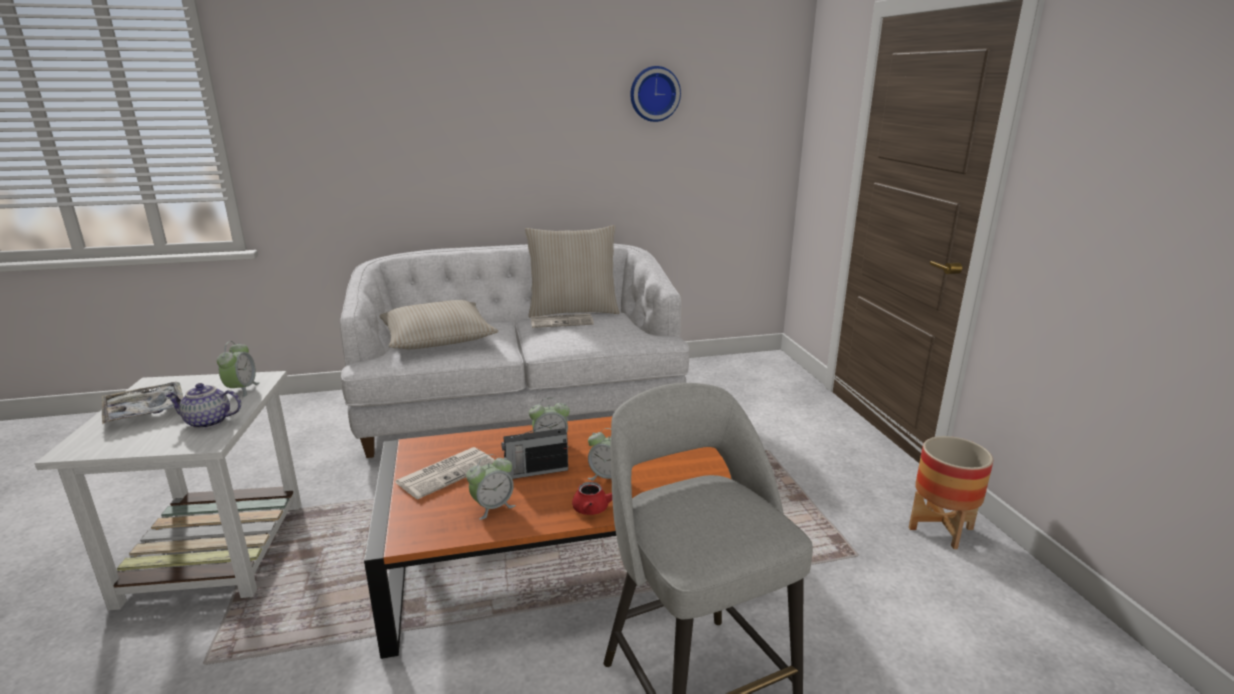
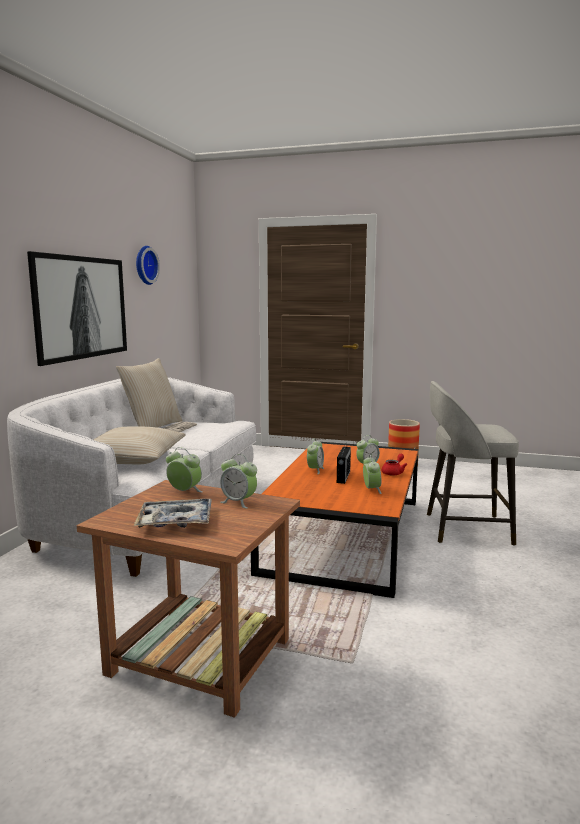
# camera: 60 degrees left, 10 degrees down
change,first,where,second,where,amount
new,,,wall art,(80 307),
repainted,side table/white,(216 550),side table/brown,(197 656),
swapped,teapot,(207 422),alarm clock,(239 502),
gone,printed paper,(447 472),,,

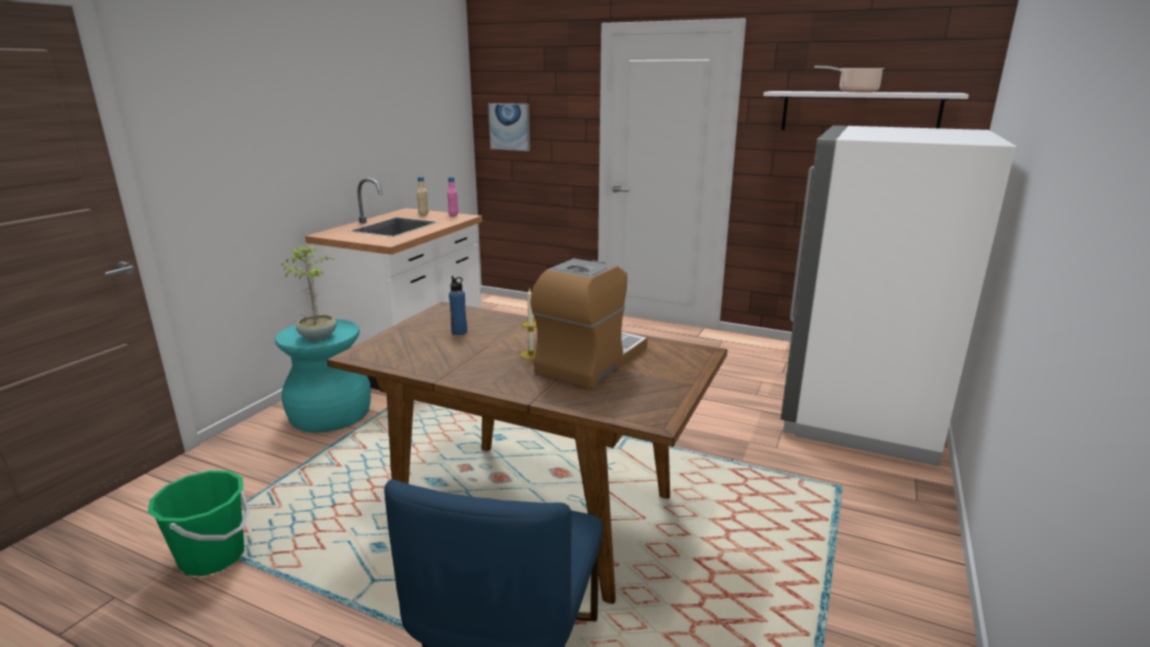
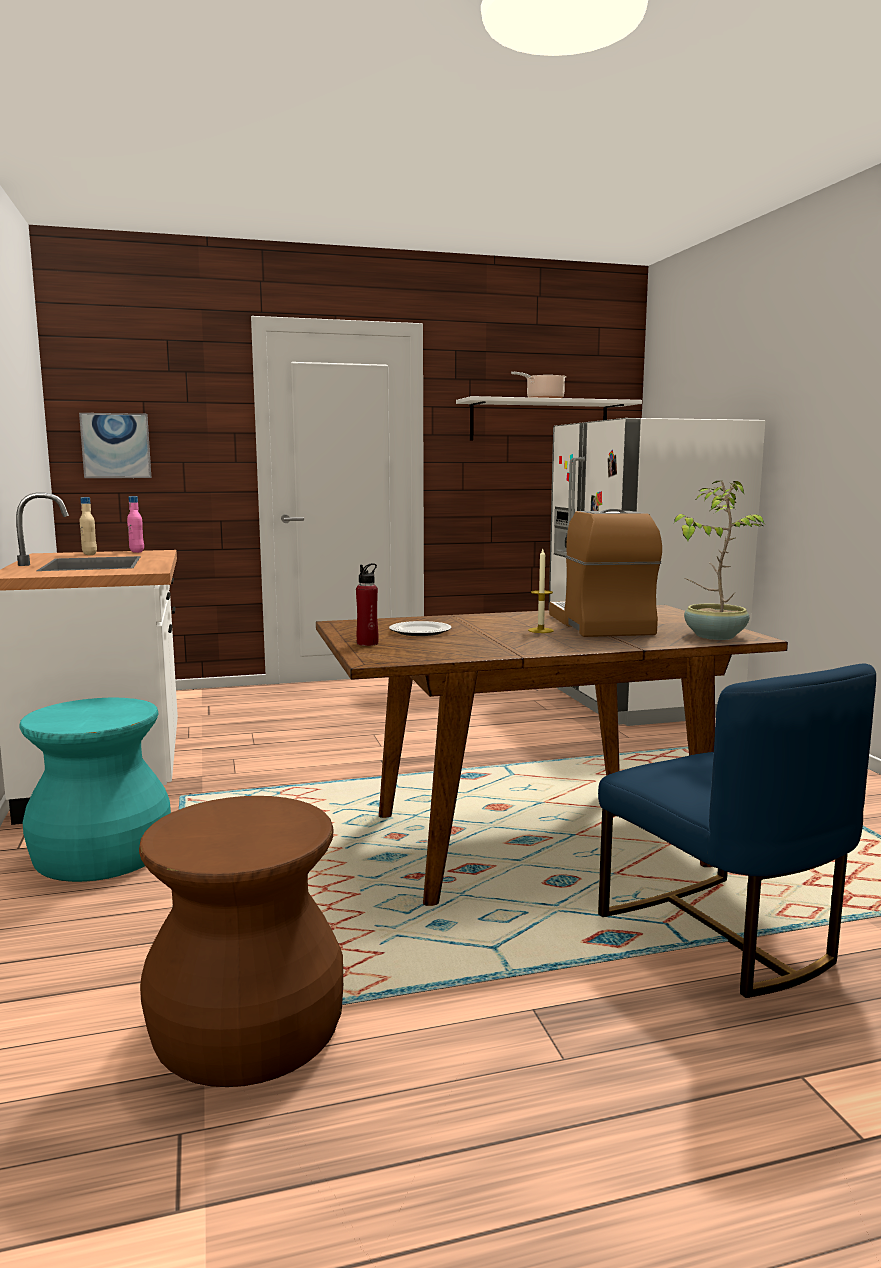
# camera: 40 degrees left, 10 degrees down
change,first,where,second,where,amount
swapped,bucket/greenish,(213 556),stool seat/brown,(244 1028),
new,,,beverage bottle/reddish,(367 643),
swapped,beverage bottle/blue-coloured,(459 332),dinner plate,(420 632),
shifted,houseplant,(318 336),,(713 636),

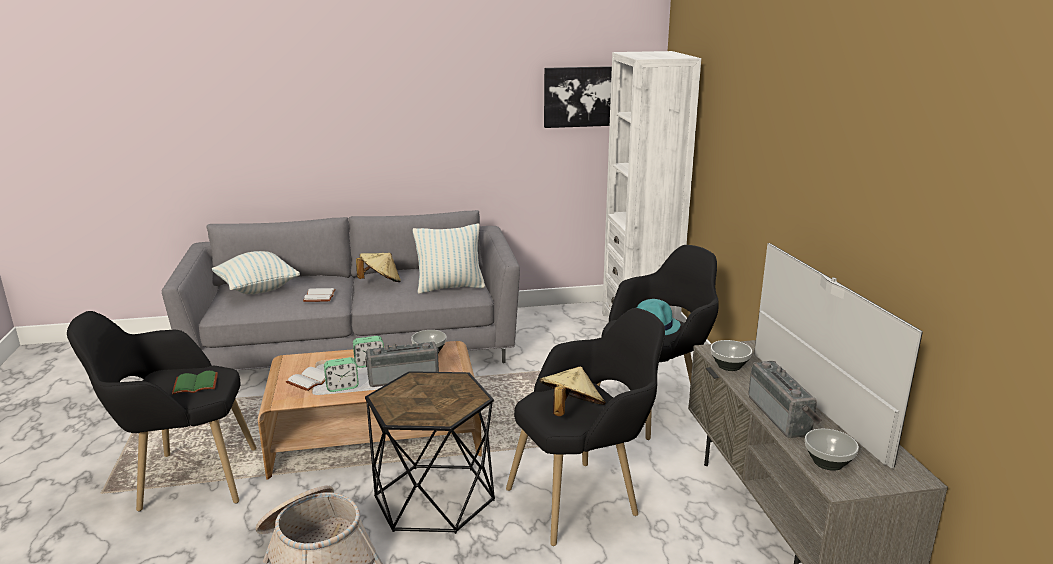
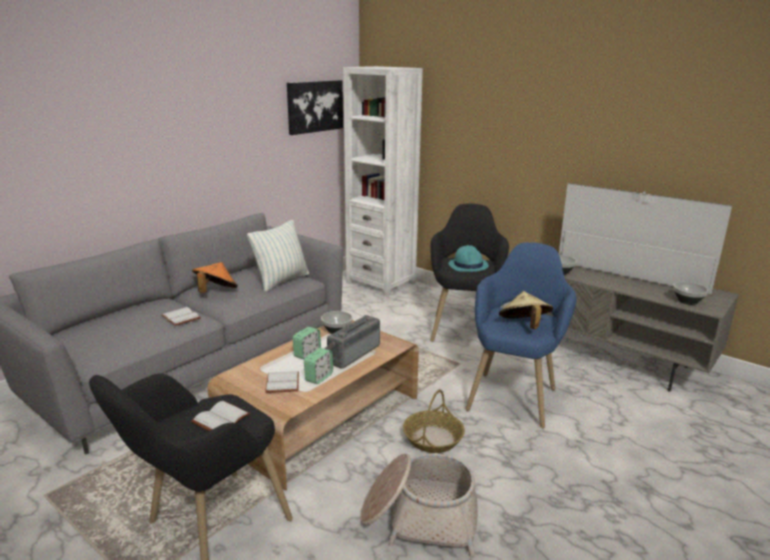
# camera: 40 degrees left, 0 degrees up
change,first,where,second,where,amount
repainted,bound book/greenish,(196 384),bound book/white,(221 418),
repainted,hat/sand-coloured,(380 282),hat/orange-coloured,(216 292),
swapped,side table/blackish,(434 499),basket,(433 438),
repainted,armchair/blackish,(586 497),armchair/blue-coloured,(514 393),
gone,pillow,(257 289),,,
gone,radio set,(782 415),,,

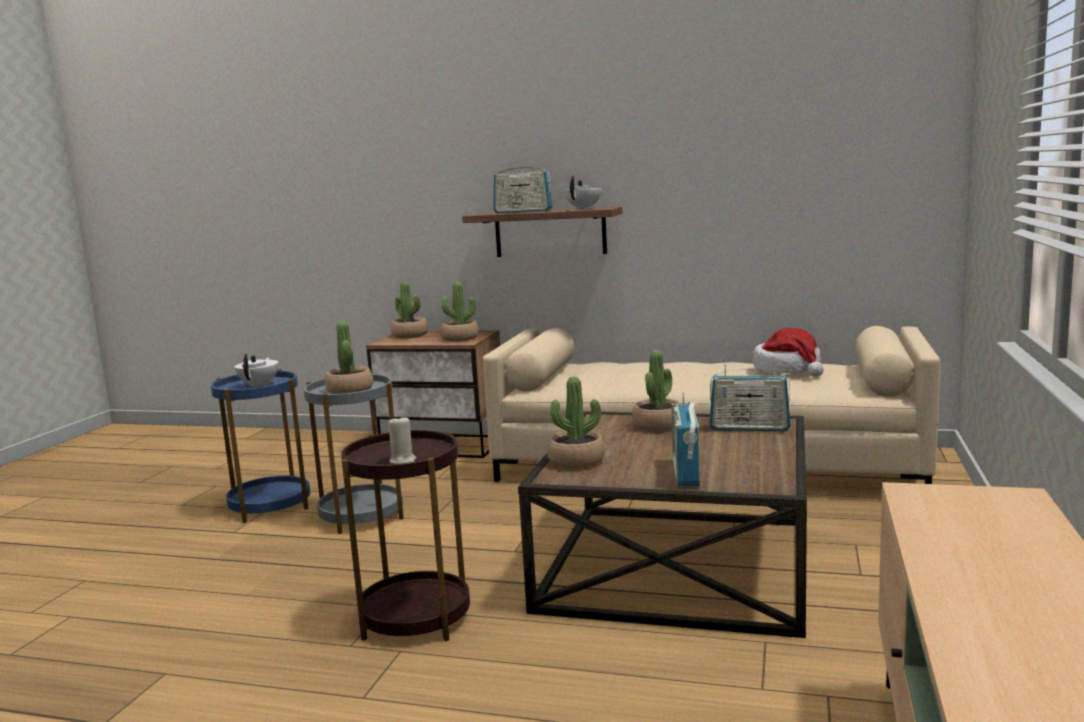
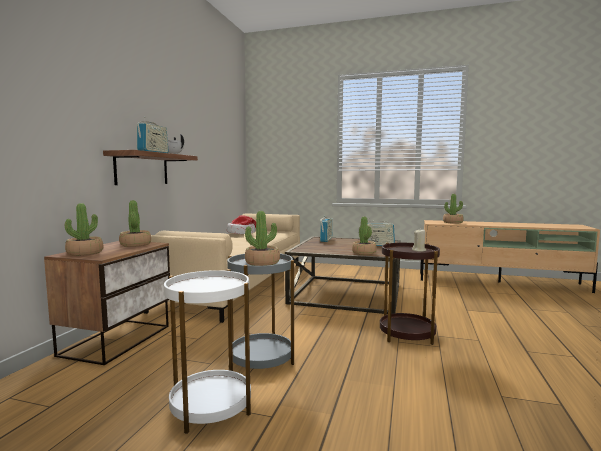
# camera: 90 degrees left, 5 degrees down
change,first,where,second,where,amount
repainted,side table/blue-coloured,(270 506),side table/white,(211 406),
shifted,houseplant,(658 425),,(453 222),
gone,teapot/white,(260 385),,,

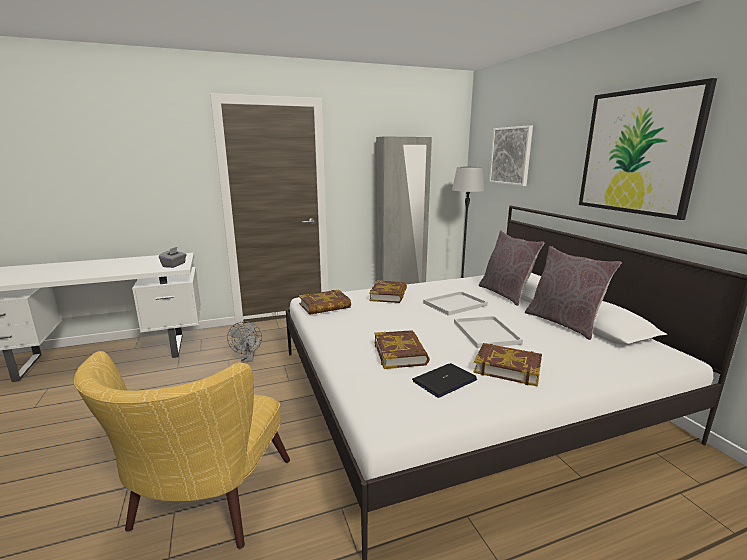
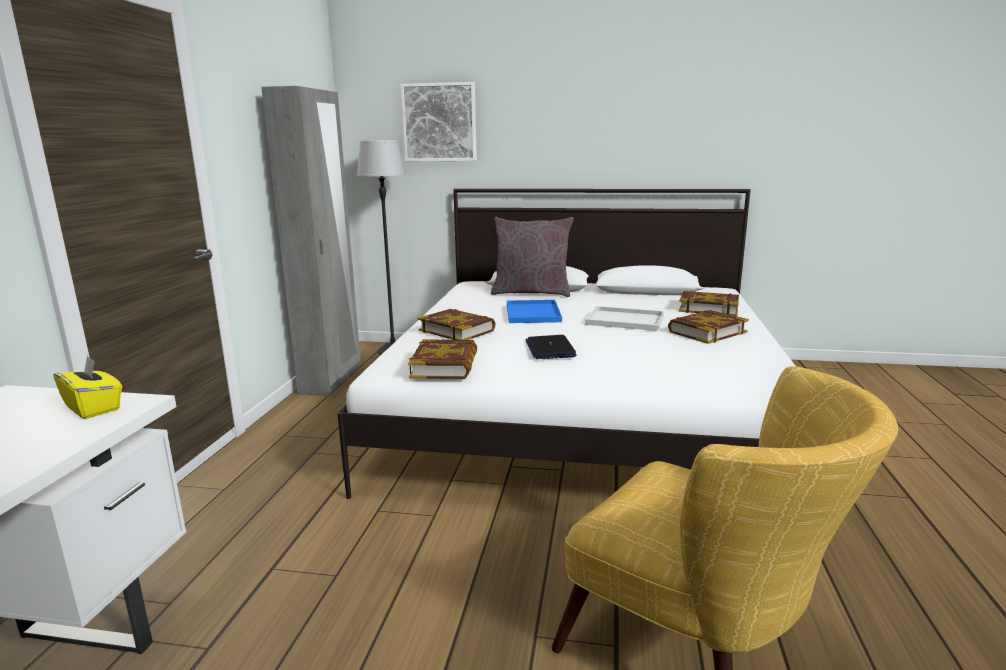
# camera: 60 degrees left, 0 degrees up
change,first,where,second,where,amount
repainted,box of tissues/gray,(174 265),box of tissues/yellow,(94 407),
repainted,carrying tray/white,(455 304),carrying tray/blue-coloured,(532 313),
shifted,notebook computer,(444 381),,(550 348),
shifted,bound book,(400 353),,(708 308),
gone,cooling fan/gray,(247 359),,,
gone,pillow/gray,(563 323),,,
gone,wall art,(638 152),,,

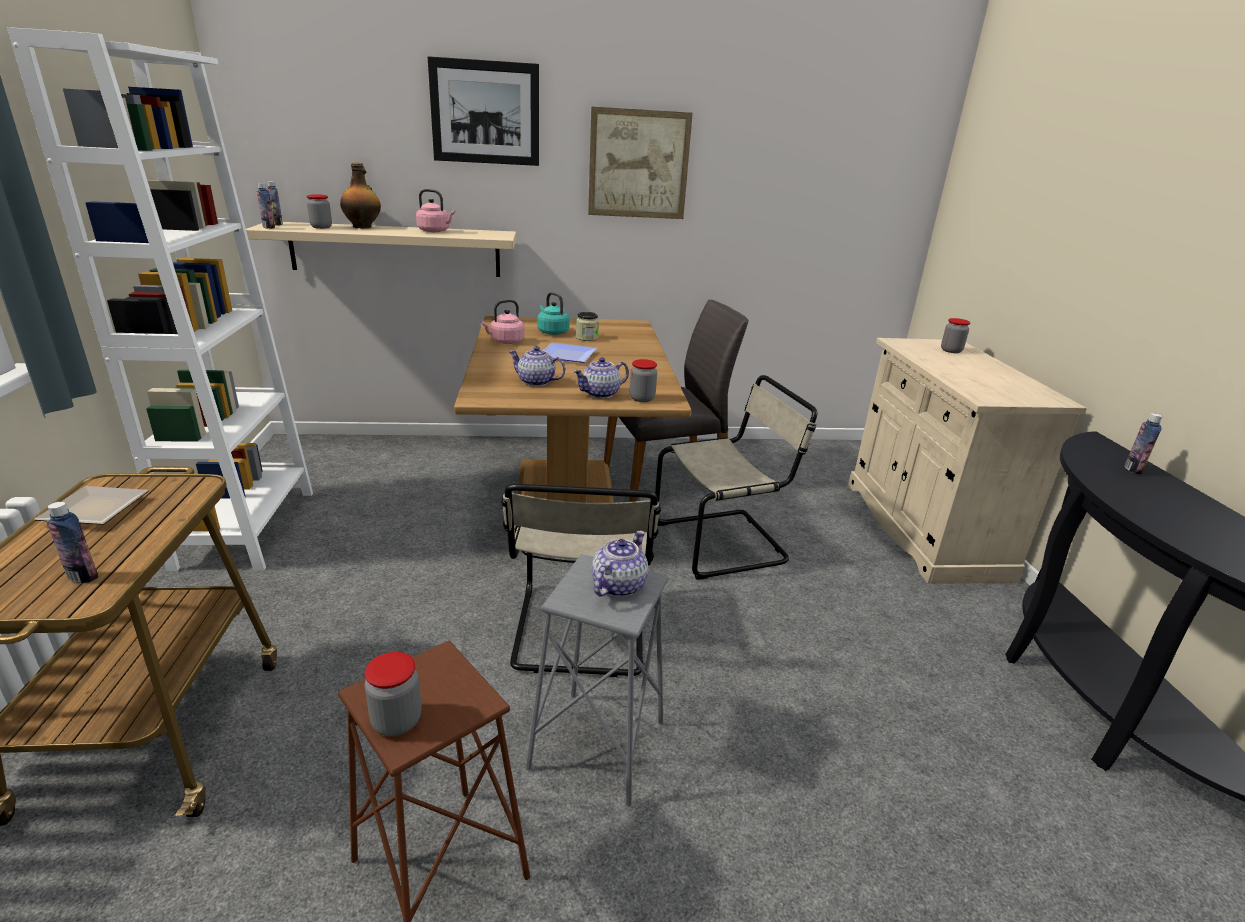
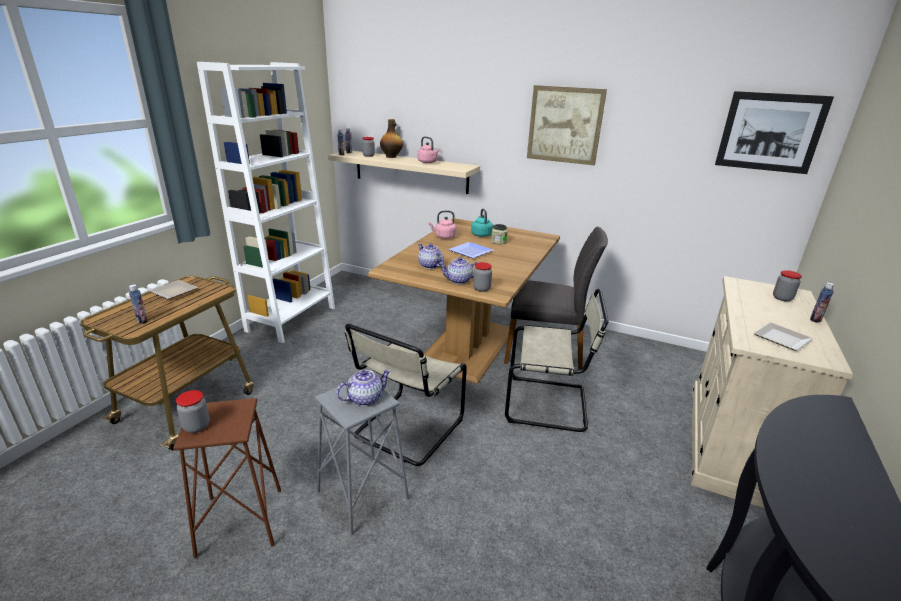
# camera: 30 degrees right, 0 degrees up
change,first,where,second,where,amount
shifted,wall art,(485 113),,(770 132),
new,,,dinner plate,(782 340),
shifted,beverage bottle,(1133 469),,(815 319),

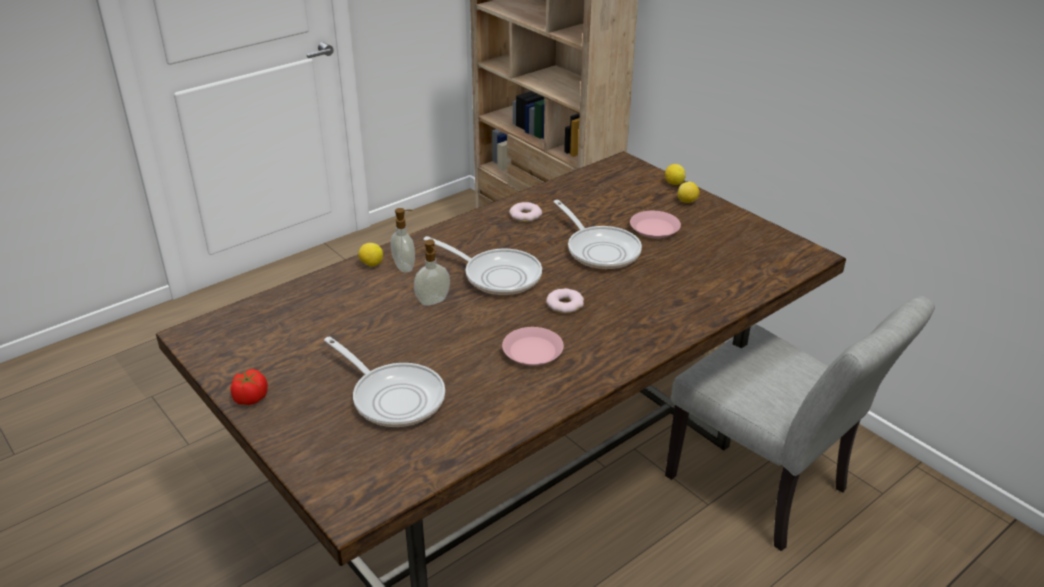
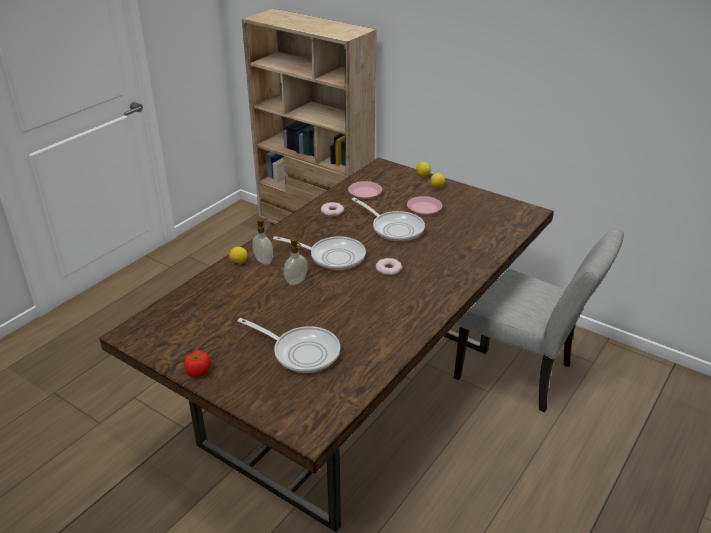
# camera: 15 degrees left, 0 degrees up
change,first,where,second,where,amount
shifted,dinner plate/pink,(533 351),,(365 193),

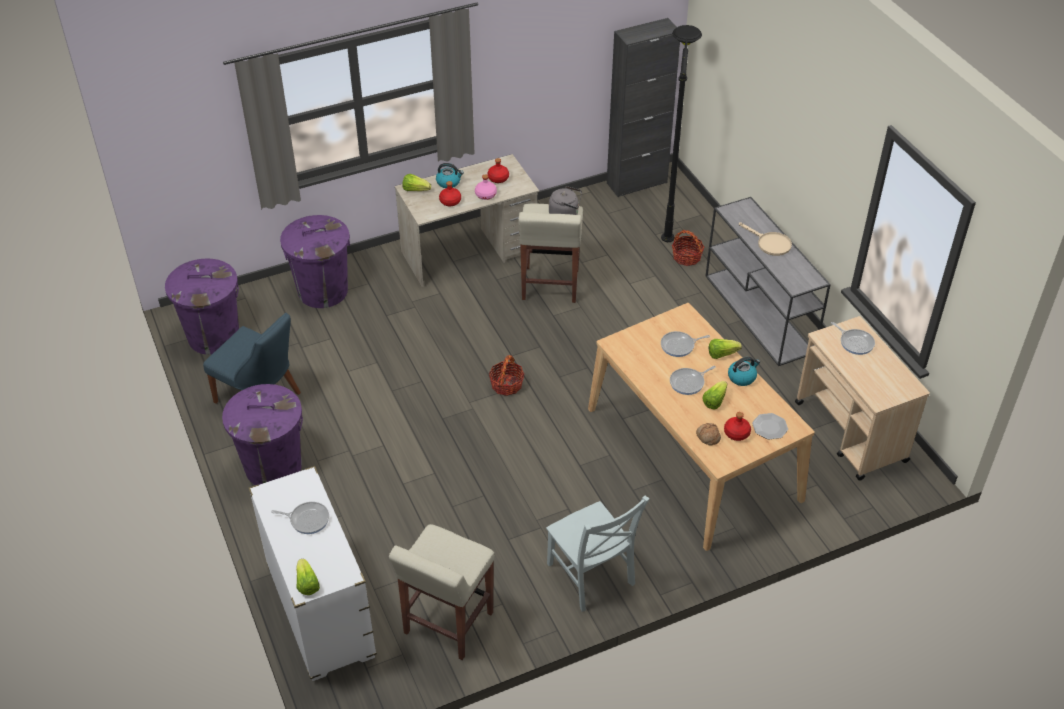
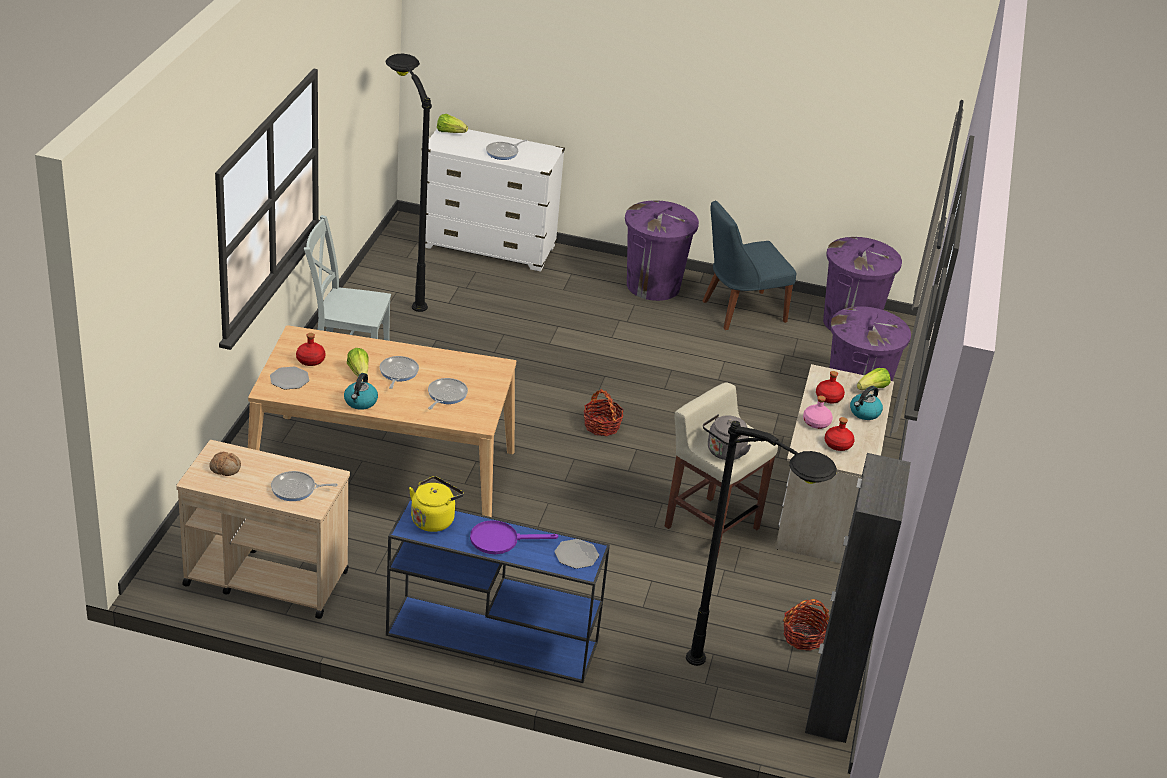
# camera: 125 degrees right, 10 degrees down
change,first,where,second,where,amount
shifted,bakery bread,(707 437),,(225 468),
swapped,stool seat/sand-coloured,(447 624),standing lamp/blackish,(403 282),
repainted,console table/gray,(760 314),console table/blue-coloured,(490 638),
new,,,kettle/yellow,(434 519),
repainted,pan/sand-coloured,(770 243),pan/purplish,(501 540),
new,,,dinner plate,(576 555),
shifted,basket,(686 257),,(803 637),
gone,head of lettuce,(722 354),,,

